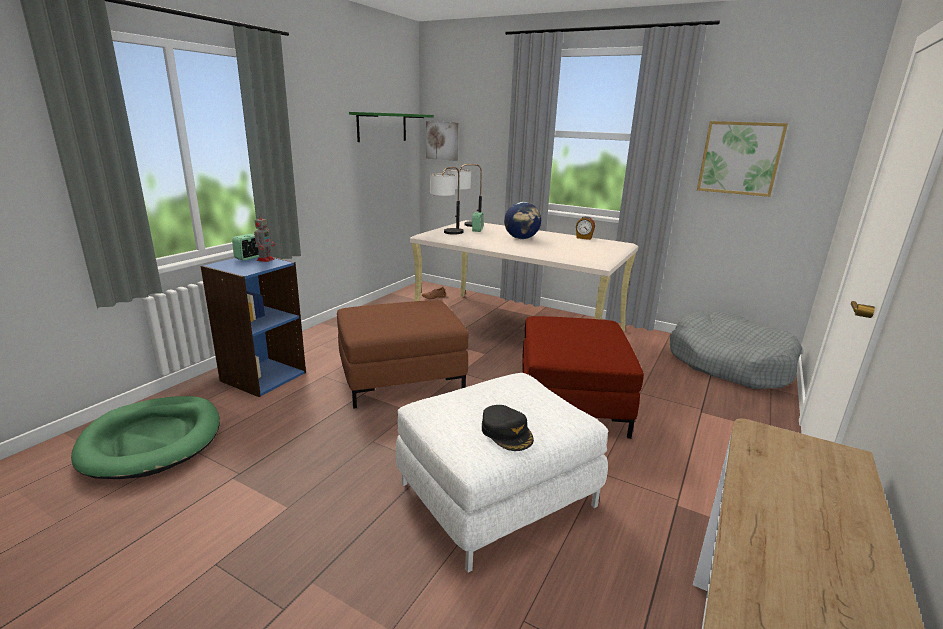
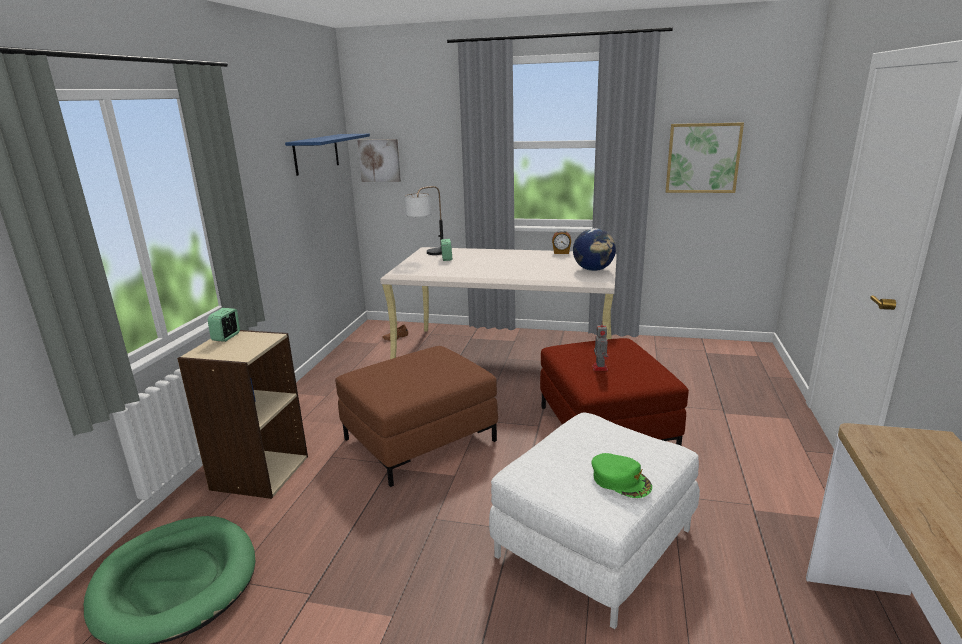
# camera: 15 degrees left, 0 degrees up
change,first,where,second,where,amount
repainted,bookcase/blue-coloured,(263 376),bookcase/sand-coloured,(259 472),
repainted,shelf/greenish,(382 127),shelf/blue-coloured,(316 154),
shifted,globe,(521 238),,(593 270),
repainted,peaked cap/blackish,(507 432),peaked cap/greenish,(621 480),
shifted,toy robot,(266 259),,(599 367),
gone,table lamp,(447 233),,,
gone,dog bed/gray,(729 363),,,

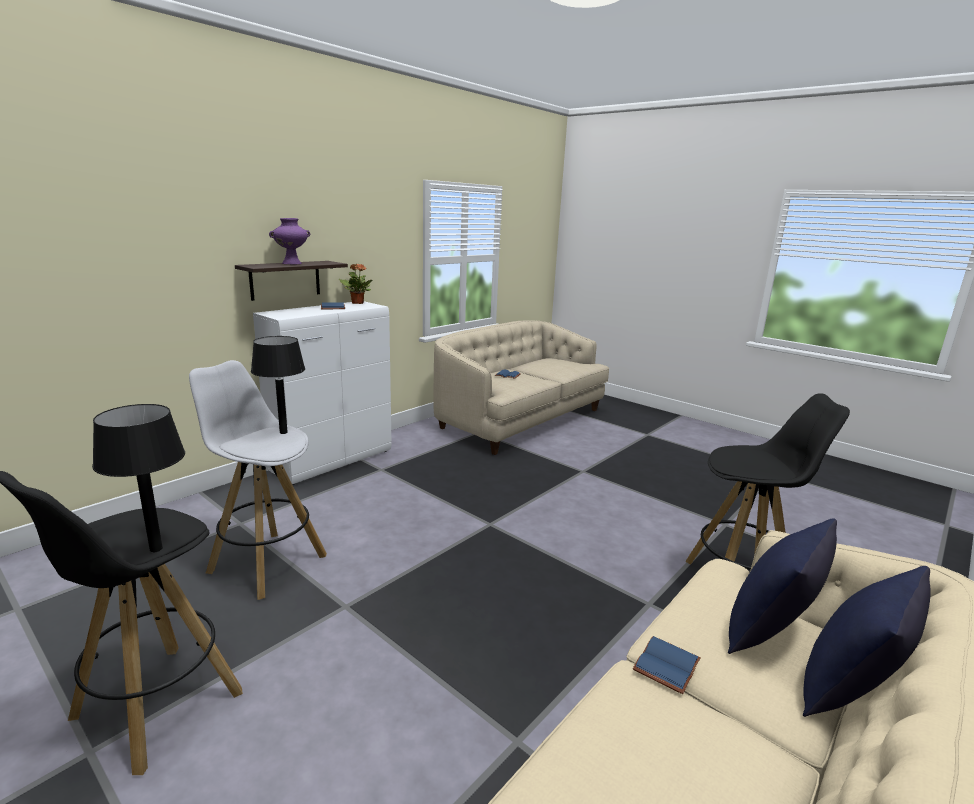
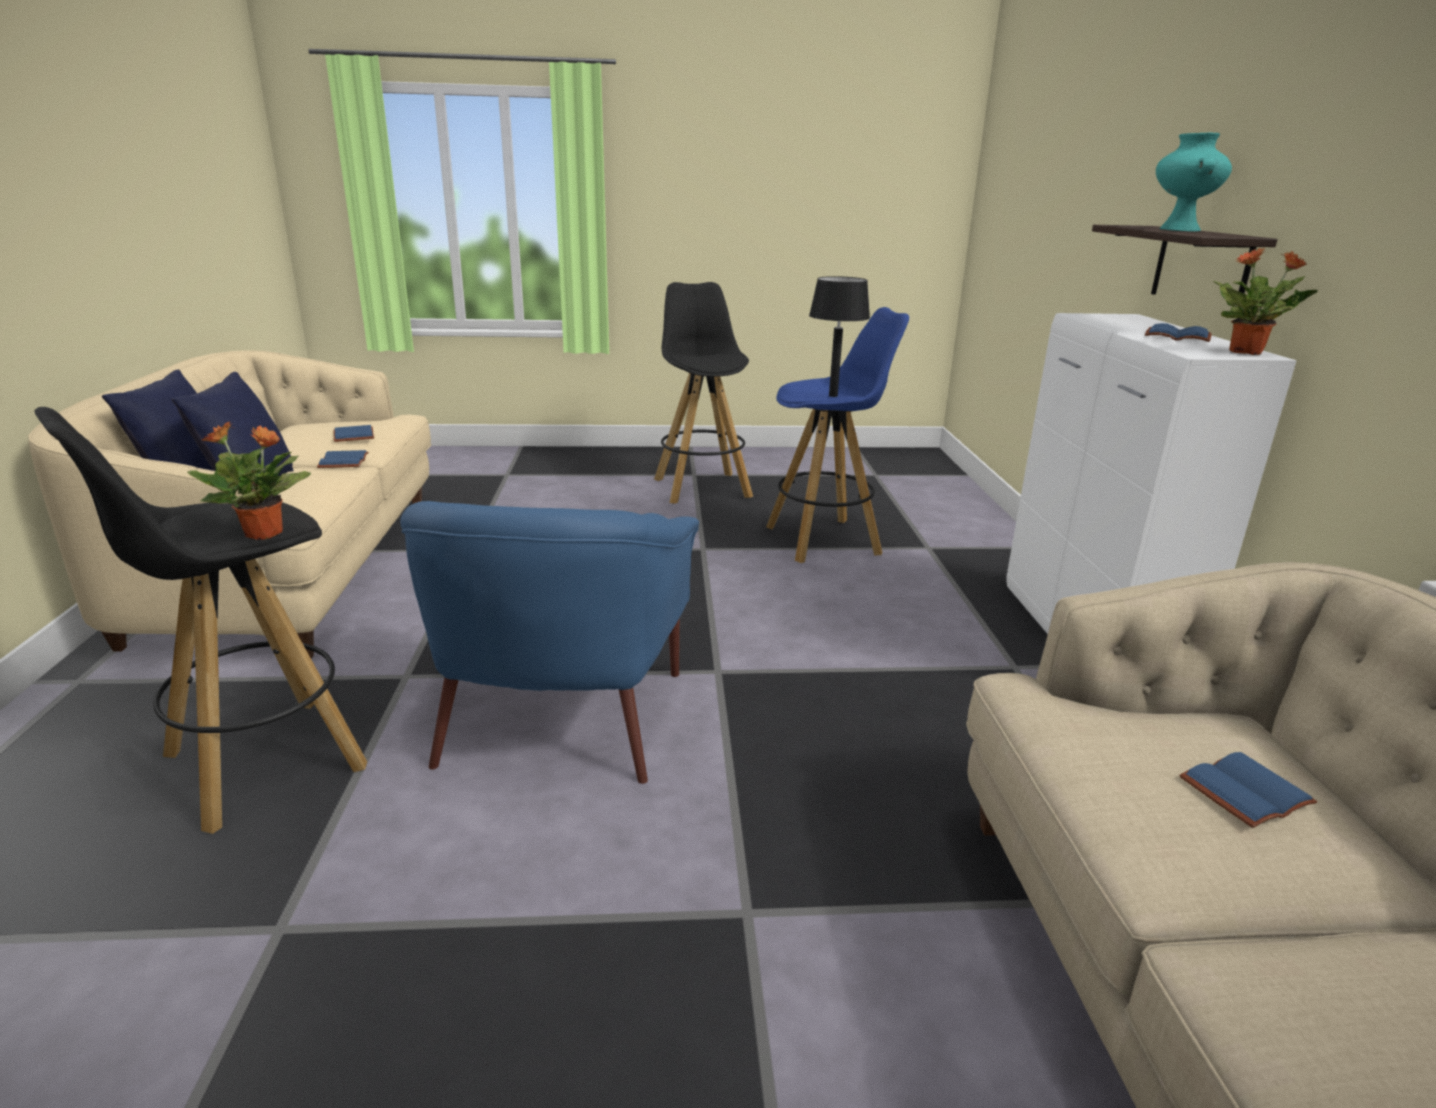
# camera: 135 degrees right, 5 degrees up
change,first,where,second,where,amount
new,,,houseplant,(265 534),
new,,,bound book/blue-coloured,(352 435),
new,,,armchair/blue-coloured,(560 717),
repainted,stool seat/white,(266 563),stool seat/blue-coloured,(824 540),
repainted,vase/purplish,(291 263),vase/turquoise,(1178 230),
gone,table lamp/blackish,(156 548),,,

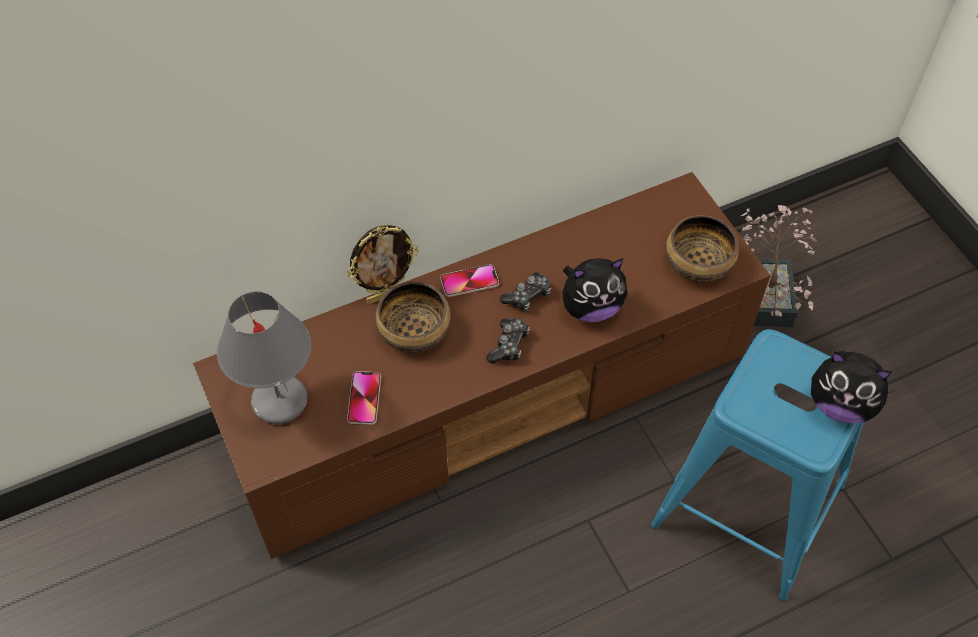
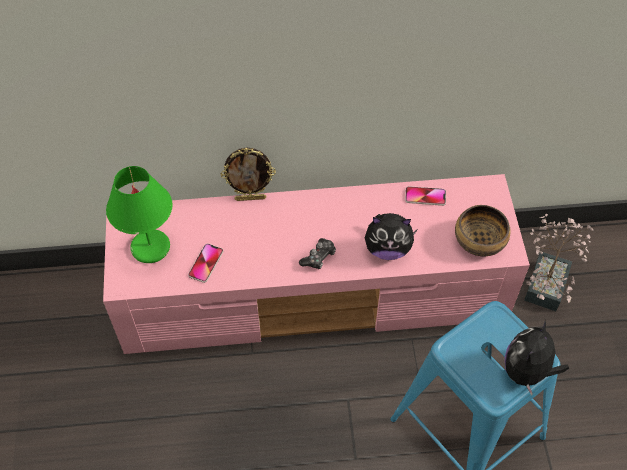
# camera: 20 degrees right, 0 degrees up
change,first,where,second,where,amount
repainted,tv unit/brown,(491 398),tv unit/pink,(315 294),
repainted,table lamp/gray,(278 401),table lamp/greenish,(150 247),
shifted,handset,(469 281),,(425 196),
rotated,cuddly toy,(840 404),,(527 372),75 degrees clockwise
gone,deep dish,(415 331),,,
gone,joypad,(527 296),,,

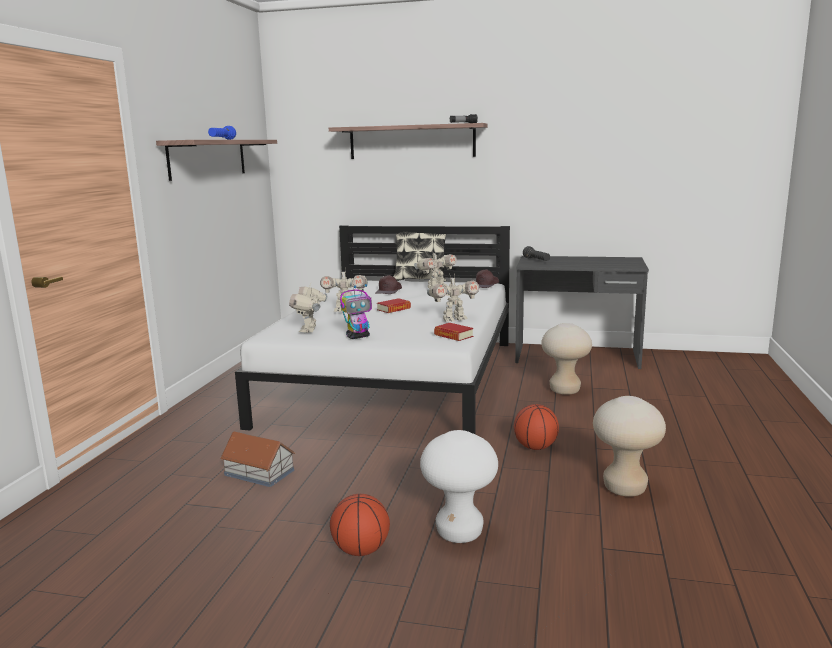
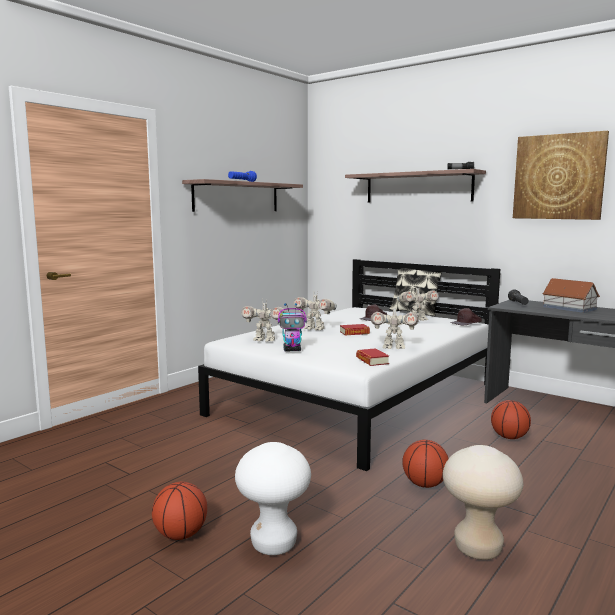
# camera: 25 degrees right, 5 degrees down
change,first,where,second,where,amount
rotated,toy robot,(310 330),,(264 340),105 degrees counterclockwise
swapped,stool seat/sand-coloured,(564 390),ball for basketball,(509 437),
new,,,wall art,(558 177),
shifted,toy house,(259 472),,(569 308),

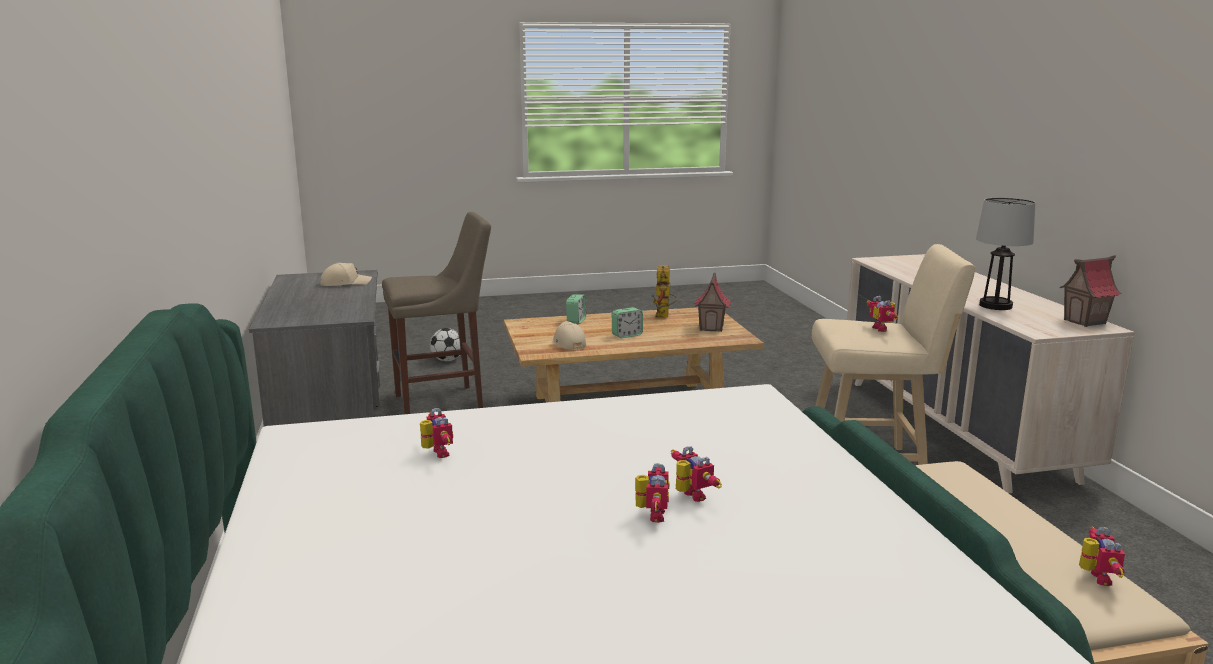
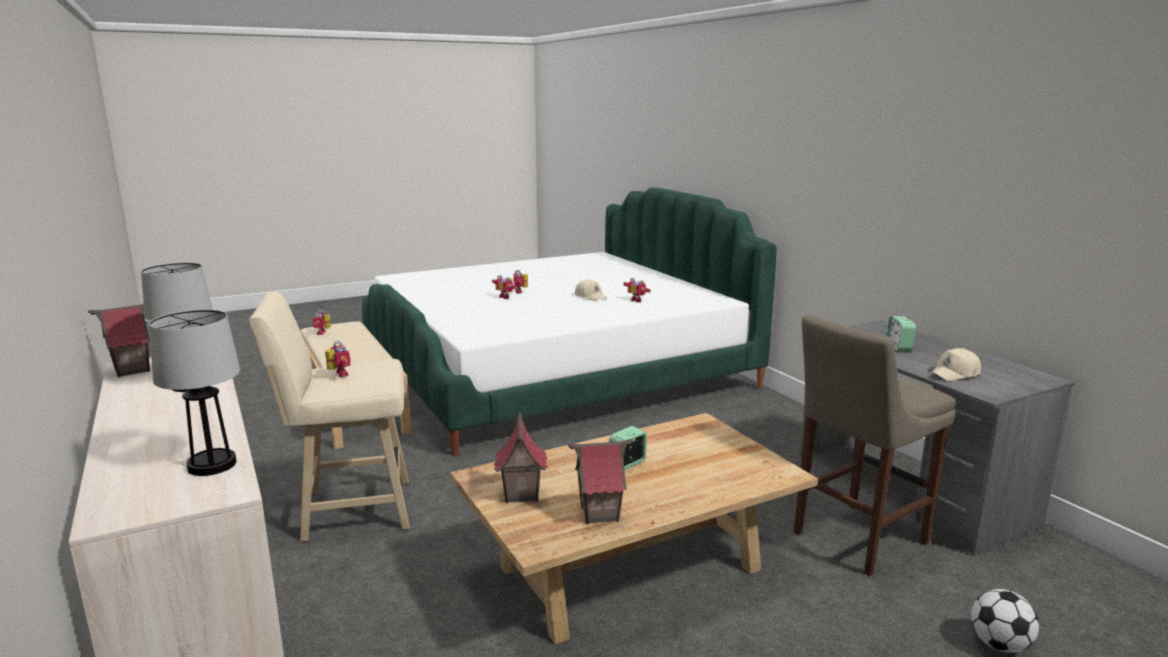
# camera: 165 degrees right, 0 degrees up
change,first,where,second,where,amount
new,,,table lamp,(211 465),
swapped,toy robot,(664 317),toy house,(599 513),
shifted,peaked cap/sand-coloured,(568 343),,(590 296),
shifted,alarm clock,(576 321),,(898 347),

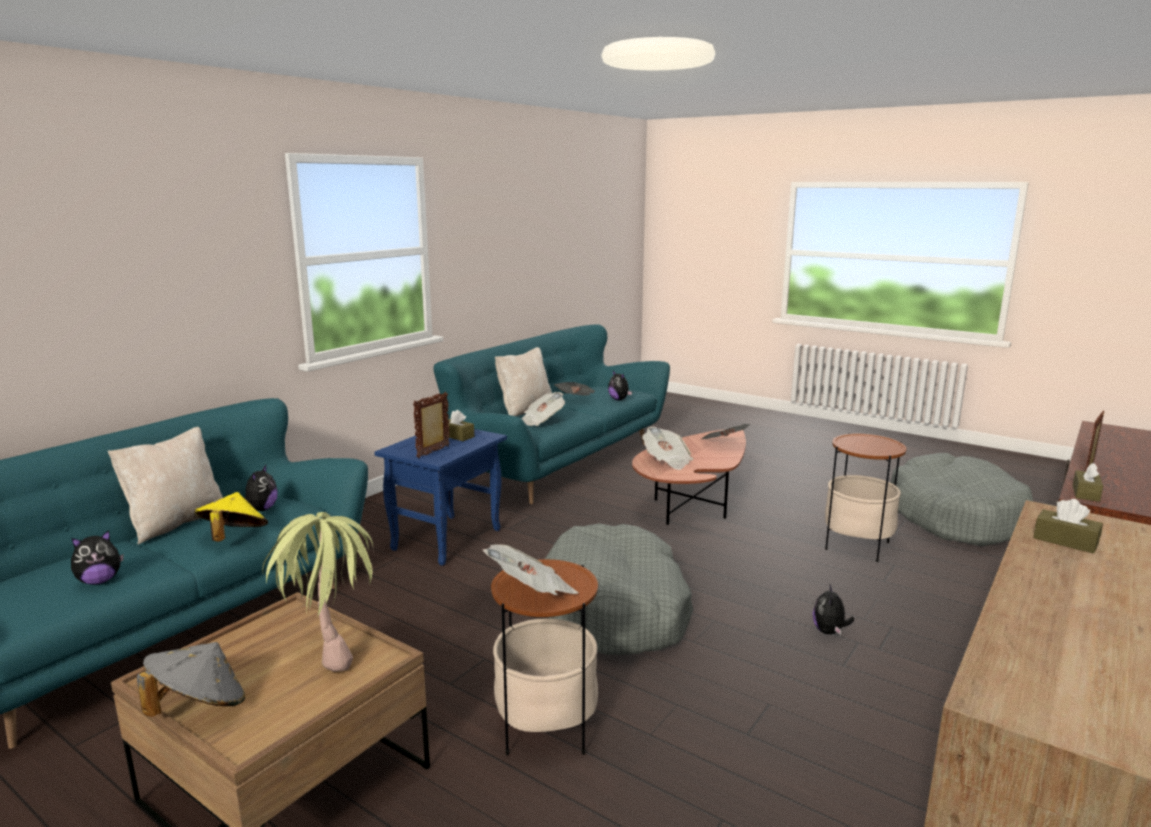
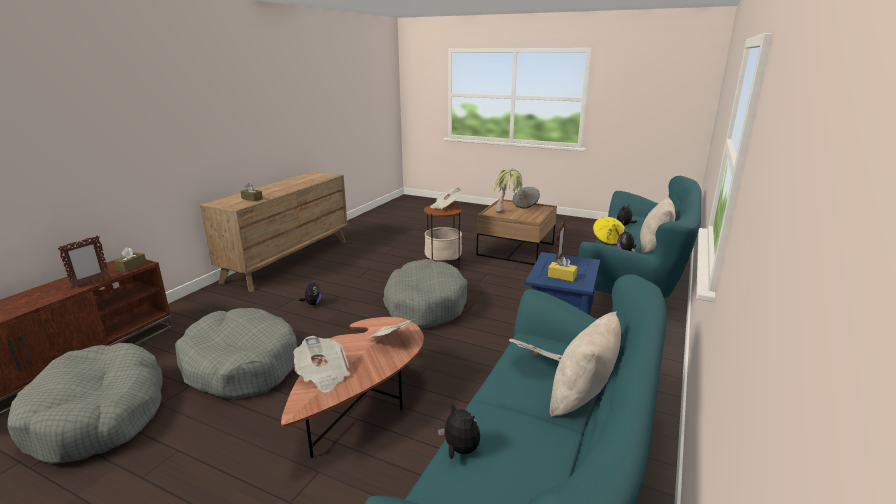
# camera: 170 degrees right, 5 degrees up
change,first,where,second,where,amount
swapped,side table,(857 546),dog bed/gray,(241 365),
repainted,box of tissues/brown,(457 436),box of tissues/yellow,(562 276),
gone,printed paper,(575 400),,,

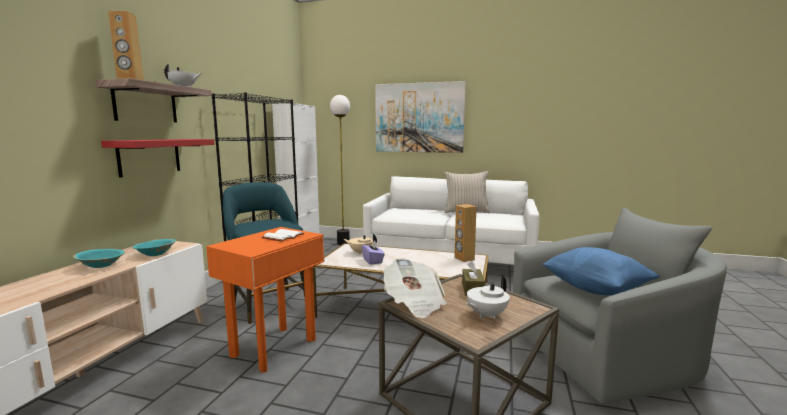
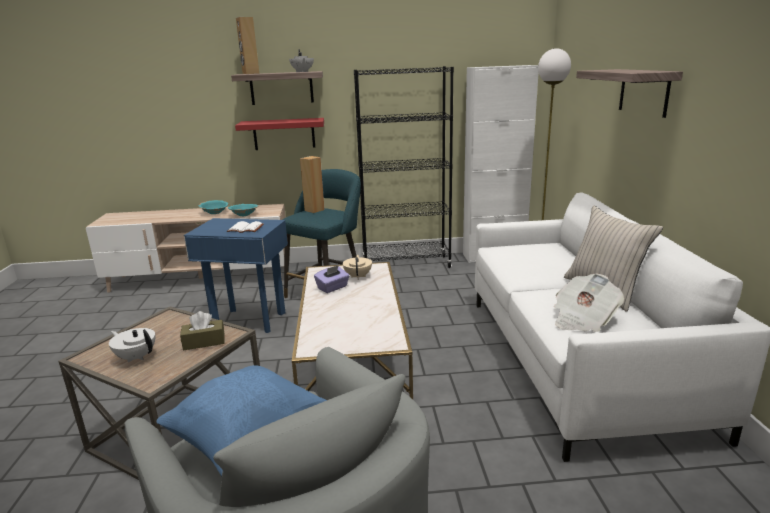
# camera: 70 degrees right, 10 degrees up
change,first,where,second,where,amount
repainted,side table/orange-coloured,(274 347),side table/blue-coloured,(249 320),
shifted,speaker/brown,(464 259),,(314 210),
shifted,printed paper,(414 303),,(583 319),
swapped,wall art,(419 118),shelf,(644 92),

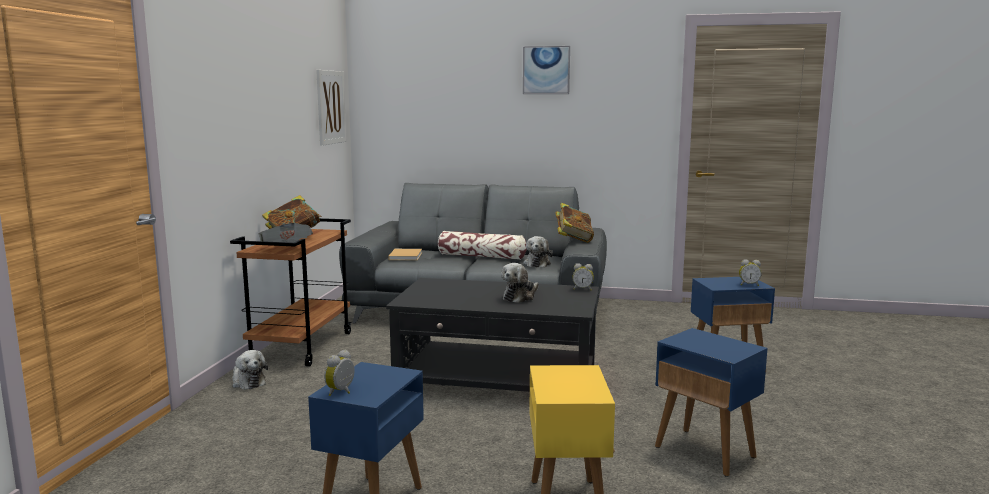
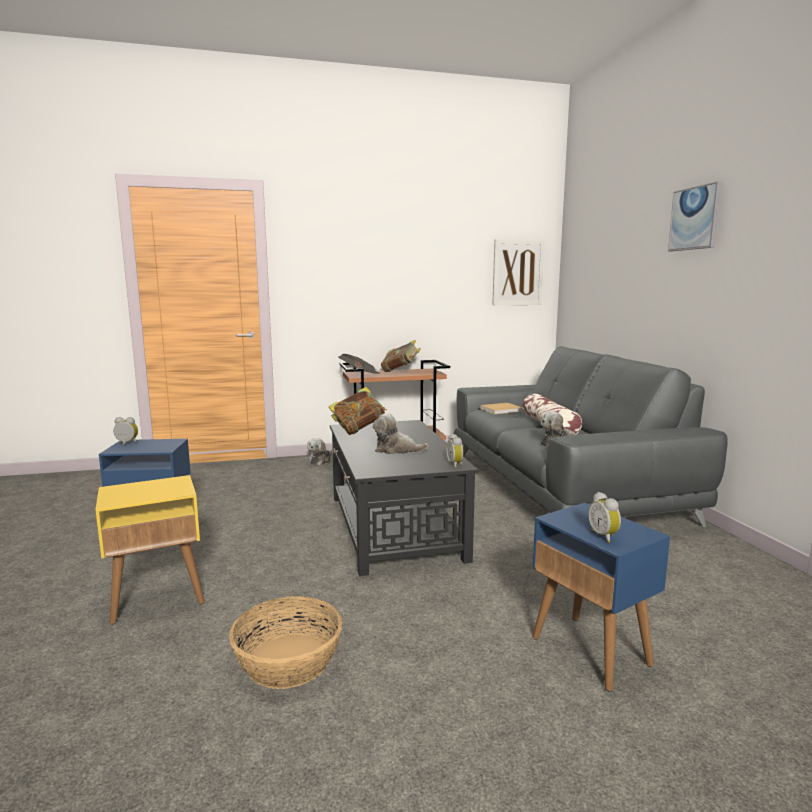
# camera: 65 degrees right, 0 degrees up
change,first,where,second,where,amount
swapped,side table/blue-coloured,(705 452),basket,(289 661),
shifted,bound book,(573 240),,(358 430),

